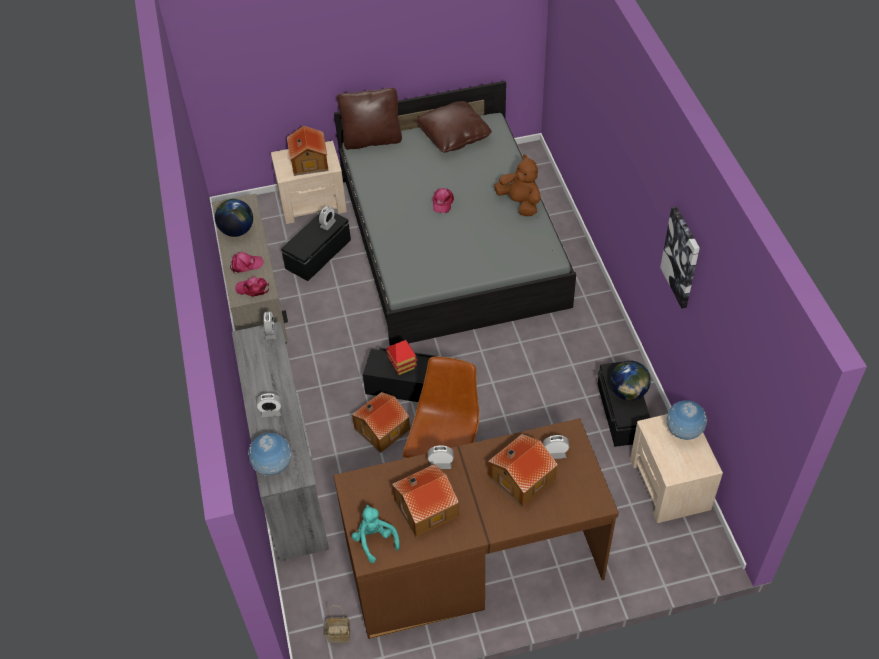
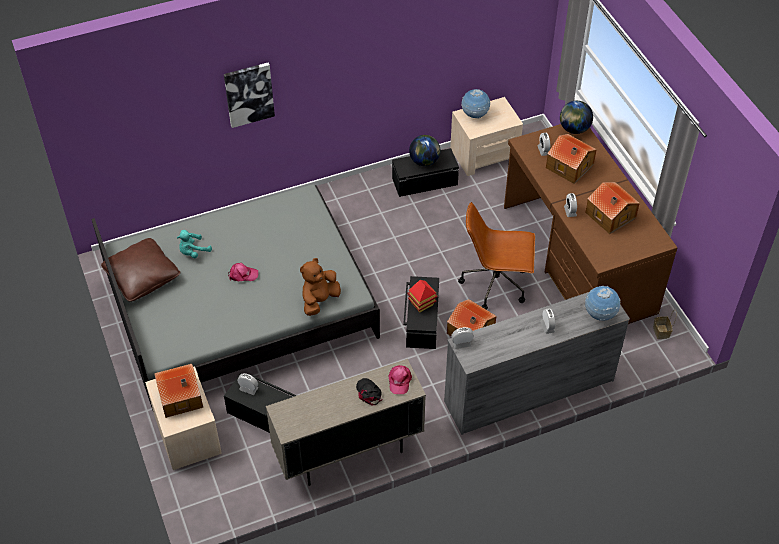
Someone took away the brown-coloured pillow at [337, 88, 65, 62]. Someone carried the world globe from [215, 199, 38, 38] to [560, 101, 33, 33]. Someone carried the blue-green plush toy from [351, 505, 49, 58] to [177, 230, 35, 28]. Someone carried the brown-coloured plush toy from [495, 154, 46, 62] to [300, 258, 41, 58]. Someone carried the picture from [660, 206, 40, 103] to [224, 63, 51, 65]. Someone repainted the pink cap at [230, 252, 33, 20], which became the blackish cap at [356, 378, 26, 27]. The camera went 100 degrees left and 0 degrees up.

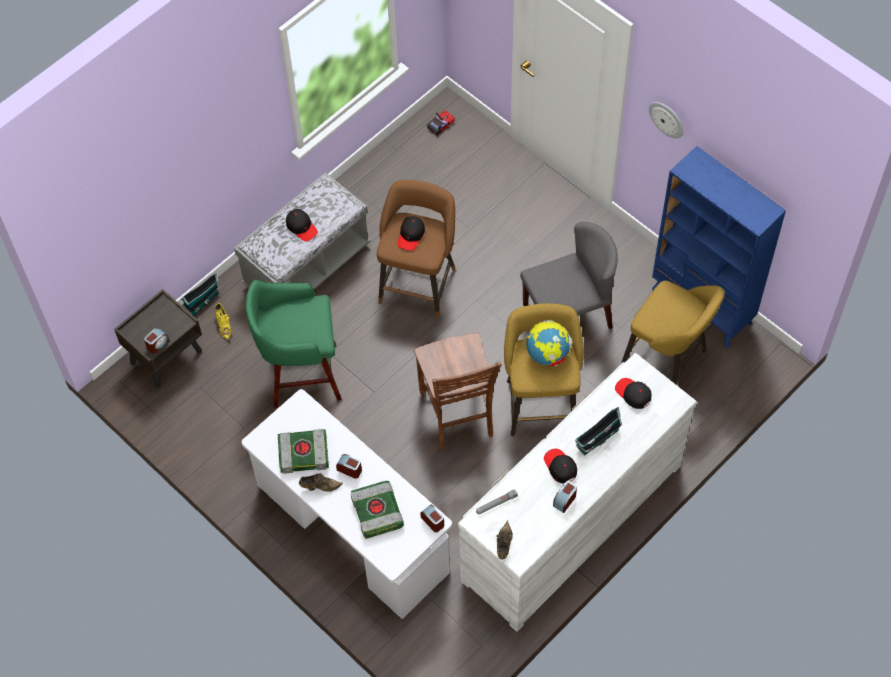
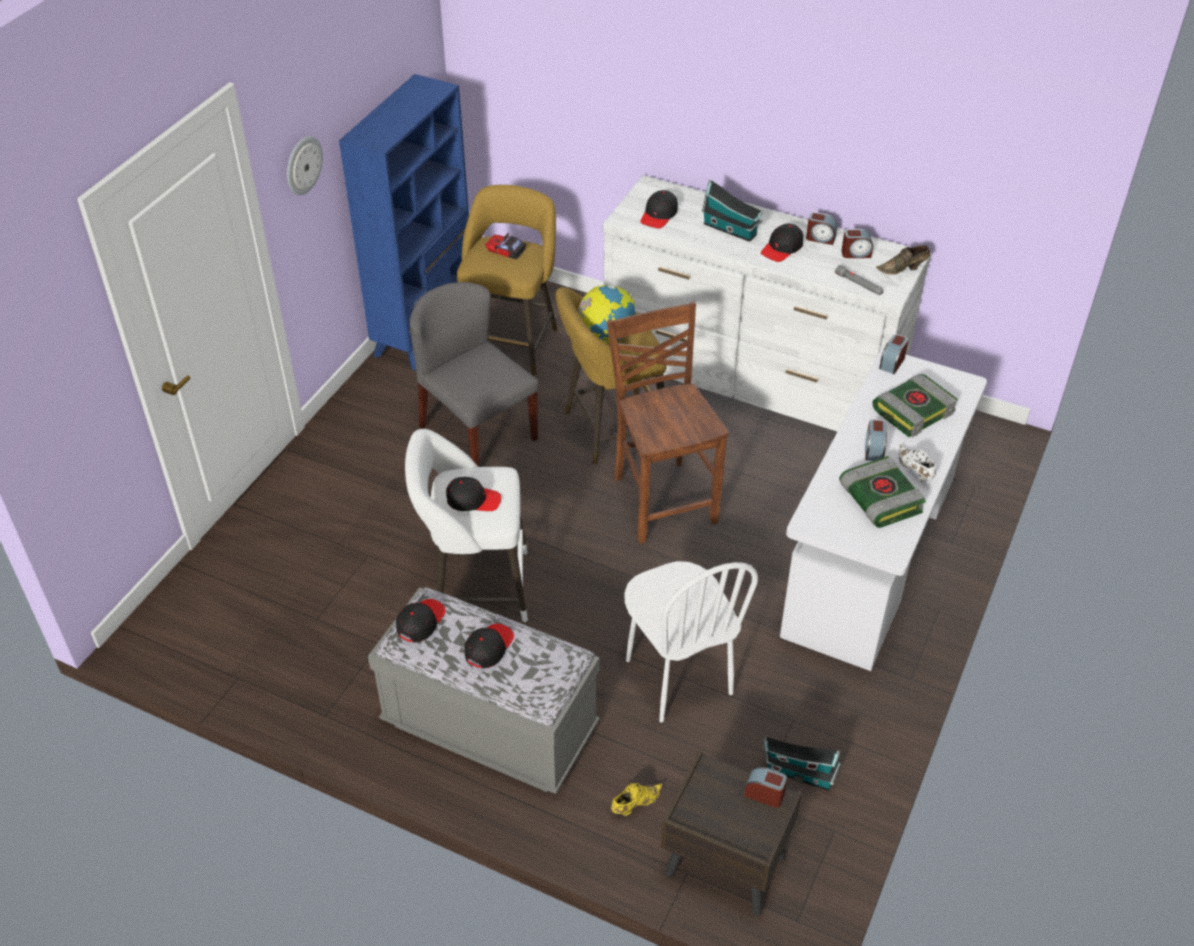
Someone put down the blackish cap at [396, 599, 50, 43]. Someone put down the bedside clock at [841, 229, 32, 29]. Someone carried the miniature house from [181, 273, 39, 43] to [763, 736, 78, 55]. Someone carried the toy car from [427, 110, 28, 25] to [485, 233, 41, 26]. Someone swapped the green-coloured stool seat at [245, 280, 96, 128] for the white-coloured upright chair at [624, 561, 134, 162]. Someone repainted the brown-coloured low shoe at [299, 473, 44, 19], which became the white-coloured low shoe at [899, 445, 37, 37]. Someone repainted the brown-coloured stool seat at [377, 180, 78, 138], which became the white-coloured stool seat at [405, 429, 123, 193]. Someone rotated the brown-coloured upright chair at [414, 333, 87, 117] by 75 degrees counterclockwise. The camera went 110 degrees left and 15 degrees down.

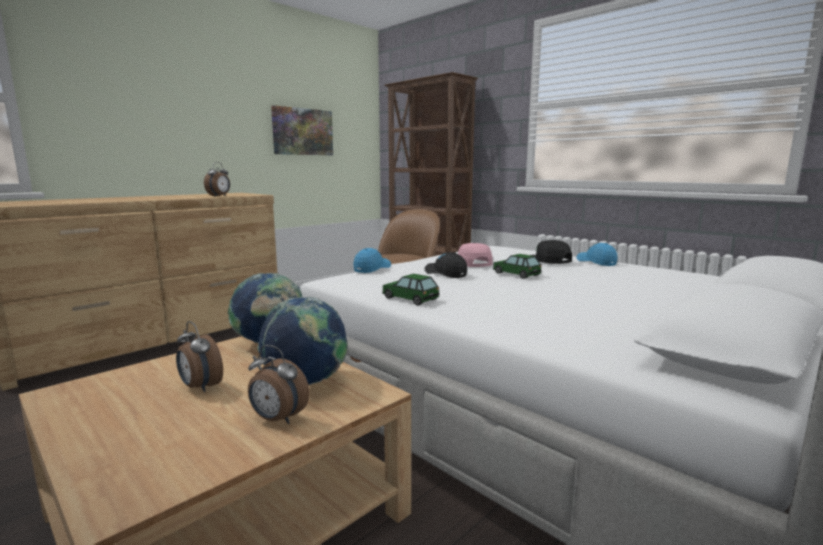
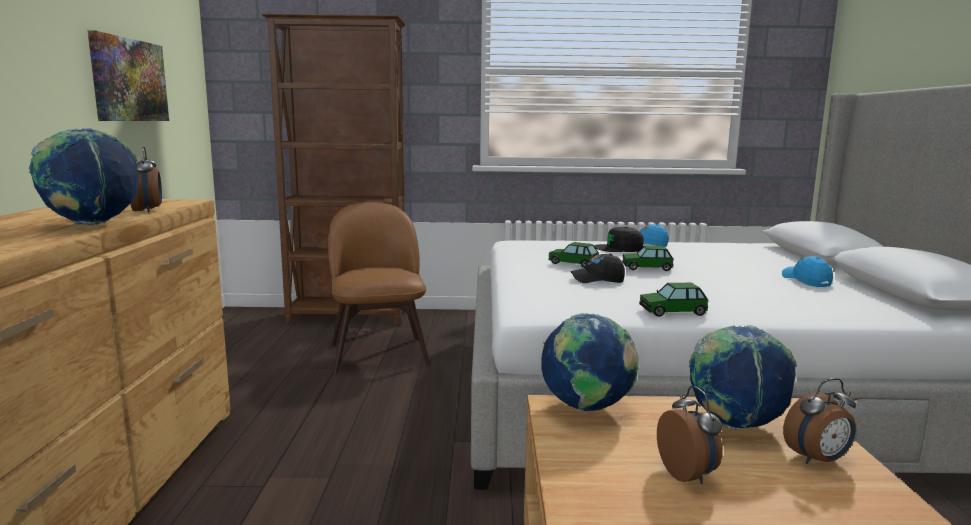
Someone put down the world globe at [29, 128, 110, 97]. Someone carried the blue cap from [353, 248, 38, 25] to [782, 256, 51, 31]. Someone swapped the pink cap at [458, 243, 34, 24] for the toy car at [548, 242, 51, 26]. Someone rotated the bedside clock at [176, 321, 47, 71] by 105 degrees counterclockwise. The camera went 45 degrees left and 0 degrees up.

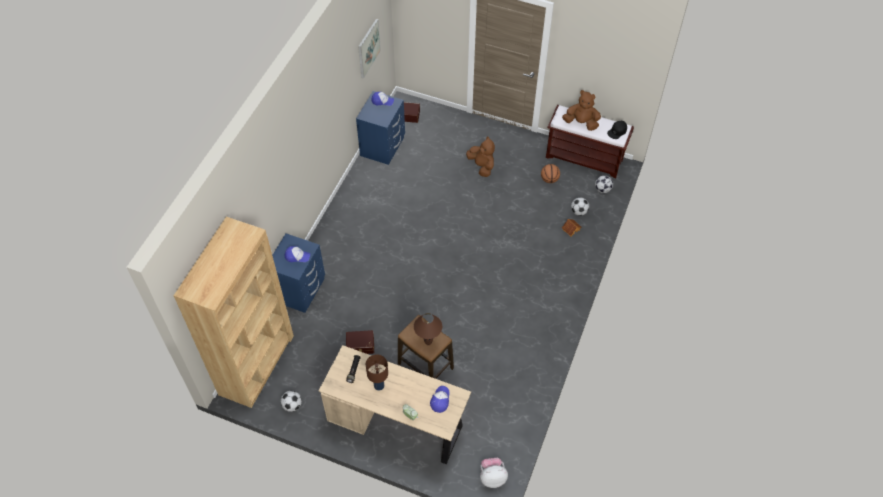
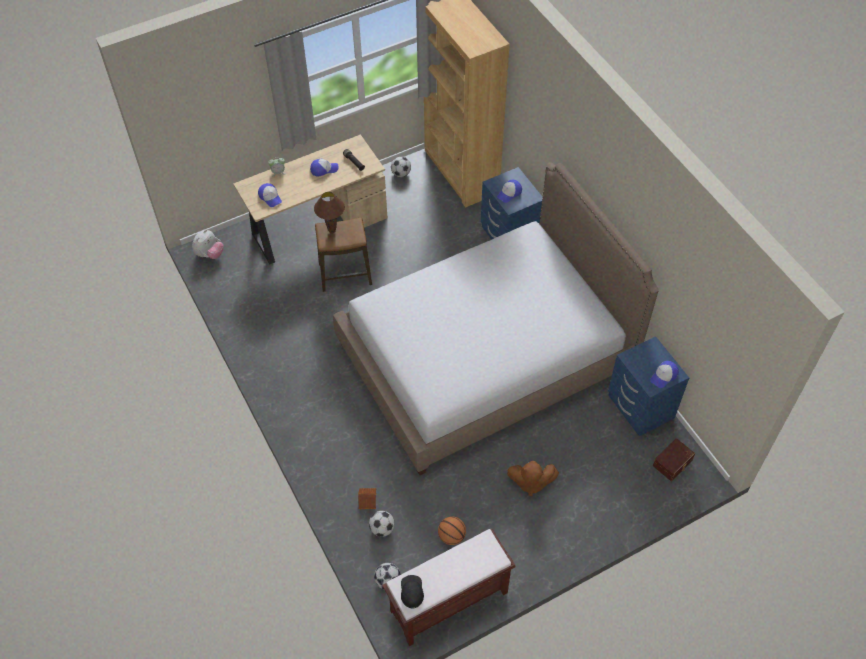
Someone took away the brown-coloured storage box at [346, 330, 28, 24]. Someone took away the picture at [358, 18, 23, 61]. Someone took away the brown-coloured plush toy at [562, 90, 39, 41]. Someone put down the bedroom bed at [333, 162, 326, 313]. Someone swapped the brown-coloured table lamp at [366, 354, 22, 37] for the cap at [310, 159, 28, 17]. The camera went 130 degrees right and 0 degrees up.

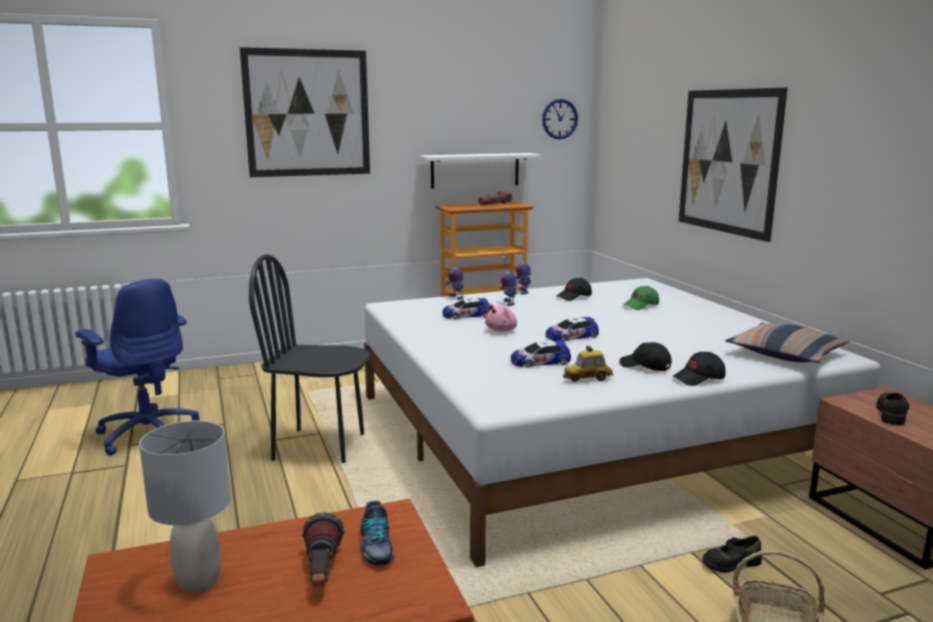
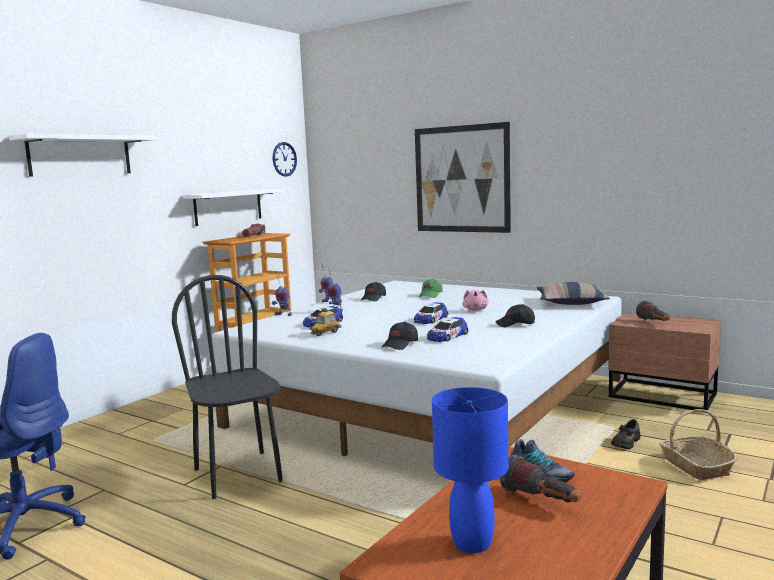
Someone carried the pink plush toy from [485, 303, 32, 29] to [462, 290, 27, 21]. Someone carried the toy car from [563, 346, 51, 35] to [310, 308, 31, 28]. Someone carried the blackish cap from [672, 352, 54, 34] to [382, 322, 36, 28]. Someone swapped the picture at [240, 47, 130, 130] for the white-coloured wall shelf at [8, 133, 148, 44]. Someone swapped the blackish low shoe at [876, 393, 33, 33] for the torch at [636, 301, 34, 20]. Someone repainted the greyish table lamp at [139, 421, 92, 172], which became the blue table lamp at [432, 387, 76, 166]. Someone rotated the blackish upright chair at [249, 254, 121, 209] by 90 degrees clockwise. The camera went 35 degrees left and 5 degrees down.

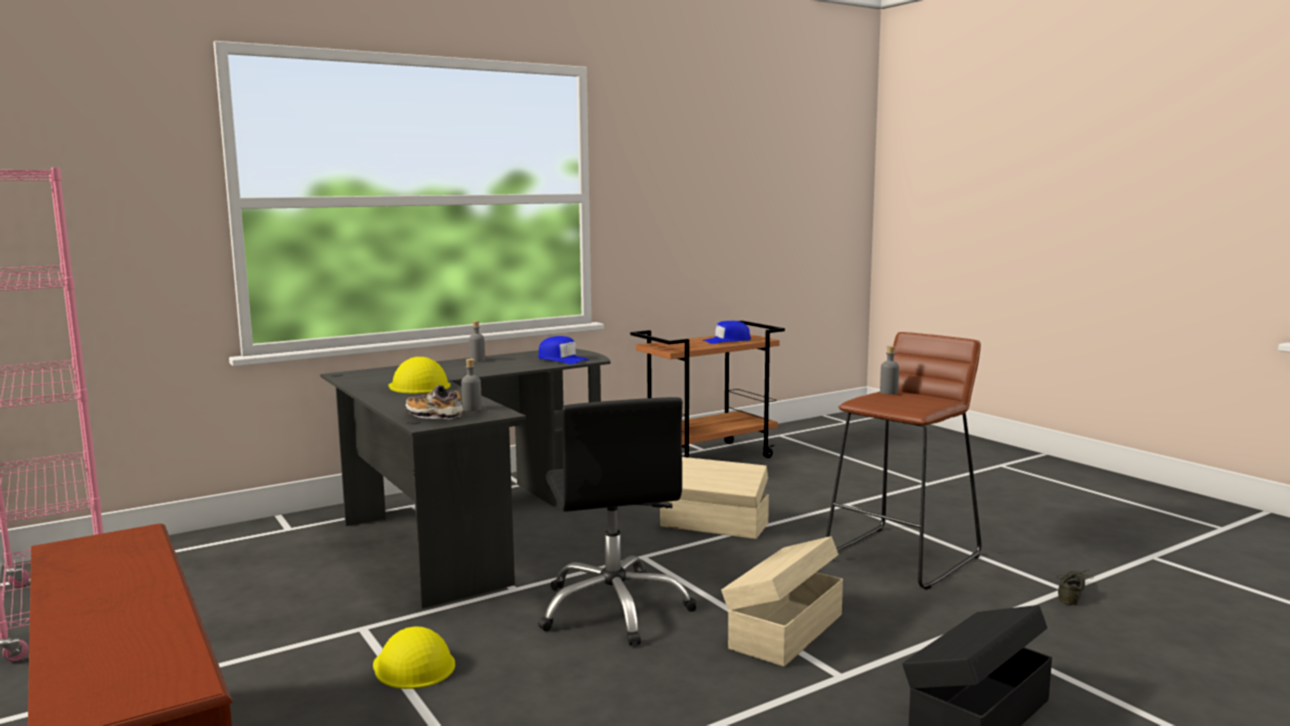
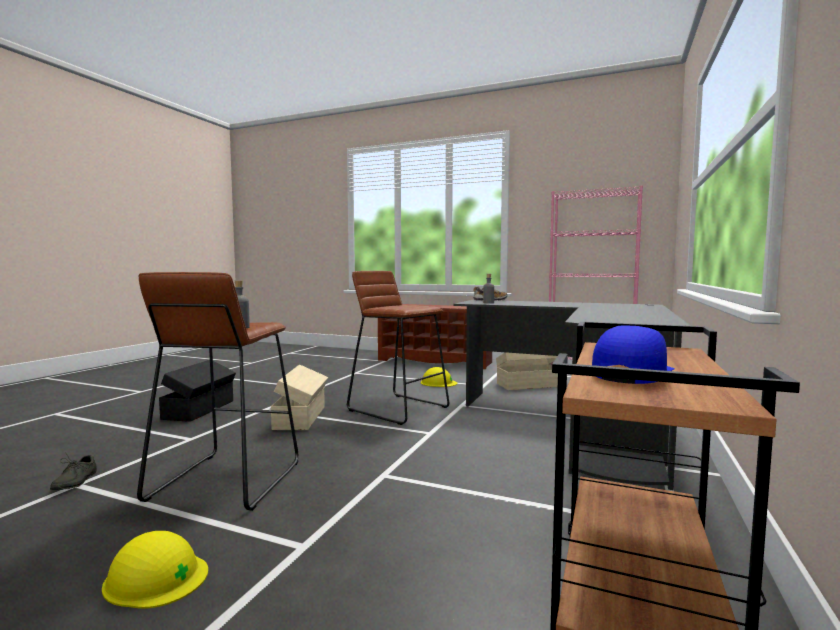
Someone took away the greyish bottle at [469, 321, 16, 41]. Someone took away the blue cap at [538, 336, 51, 28]. Someone carried the yellowish hard hat from [388, 357, 62, 36] to [102, 531, 106, 78]. Someone carried the beige storage box from [660, 457, 109, 82] to [496, 352, 62, 38]. Someone swapped the blackish desk chair at [538, 397, 159, 249] for the brown-coloured stool seat at [347, 271, 102, 154]. The camera went 145 degrees right and 5 degrees down.

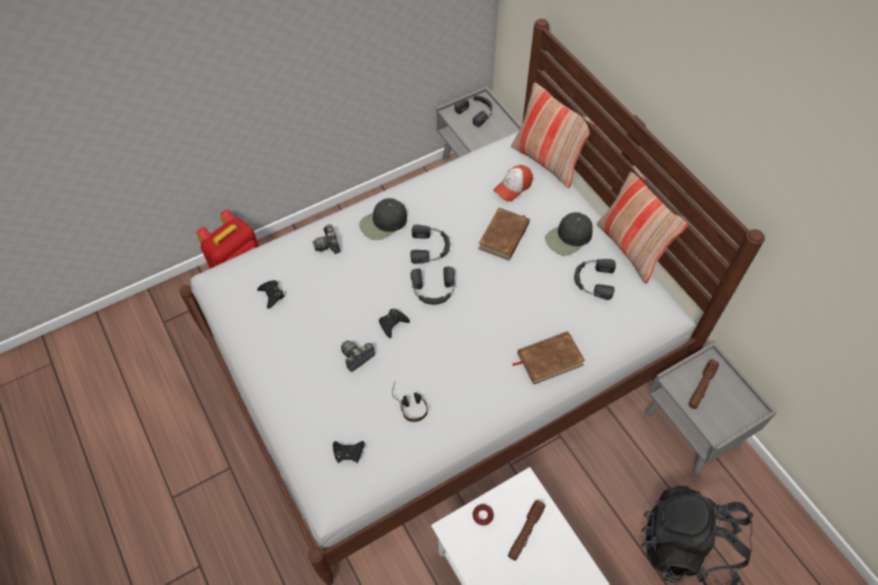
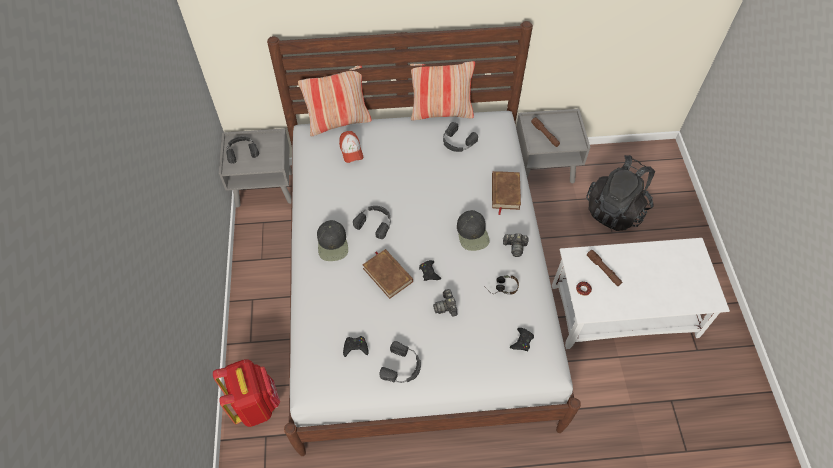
Someone carried the still camera from [313, 224, 27, 30] to [503, 233, 25, 24]. Someone carried the blackish headphones from [411, 266, 44, 39] to [379, 341, 42, 42]. Someone carried the brown-coloured book from [479, 208, 51, 53] to [362, 249, 51, 50]. Someone carried the blackish cap from [545, 212, 48, 44] to [457, 210, 33, 41]. The camera went 65 degrees left and 0 degrees up.

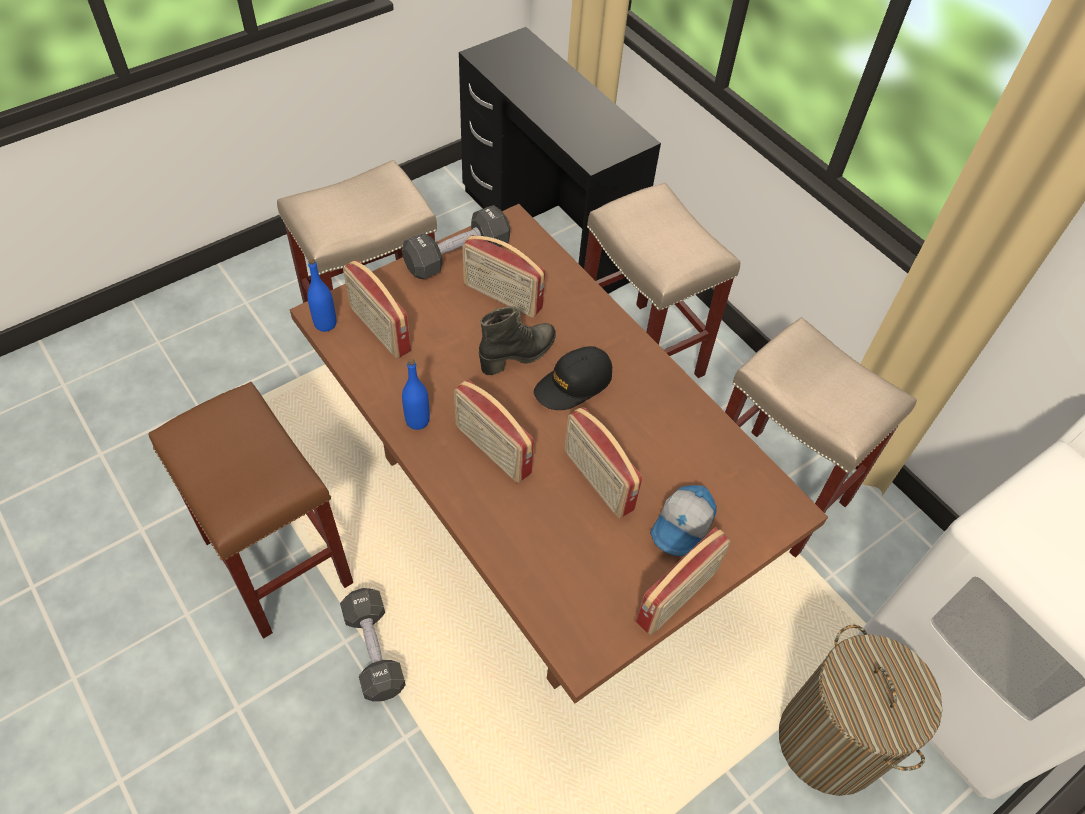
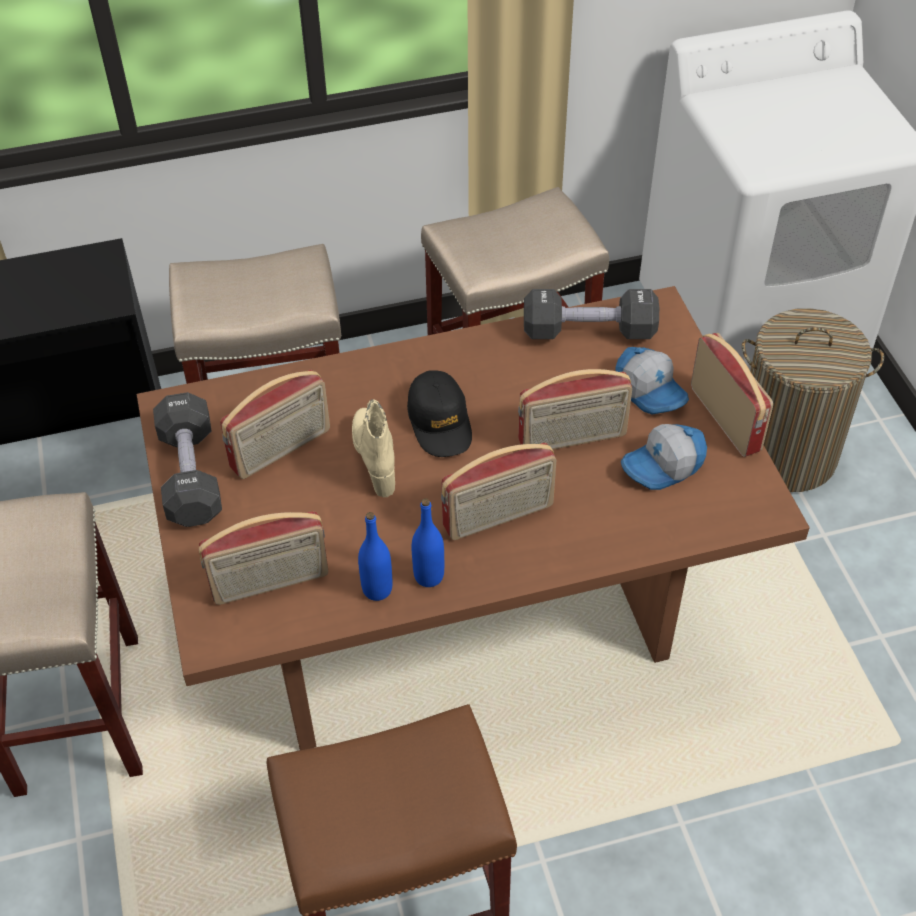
Someone put down the cap at [621, 424, 86, 66]. Someone carried the blue bottle from [307, 259, 29, 73] to [358, 512, 34, 89]. Someone carried the blackish hand weight from [340, 588, 65, 114] to [524, 289, 135, 50]. Someone repainted the blackish high-top boot at [479, 307, 77, 68], which became the beige high-top boot at [352, 399, 43, 98]. The camera went 65 degrees left and 5 degrees down.

